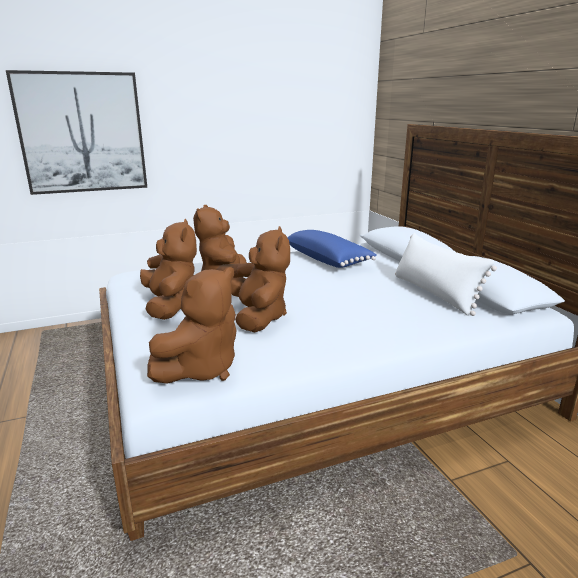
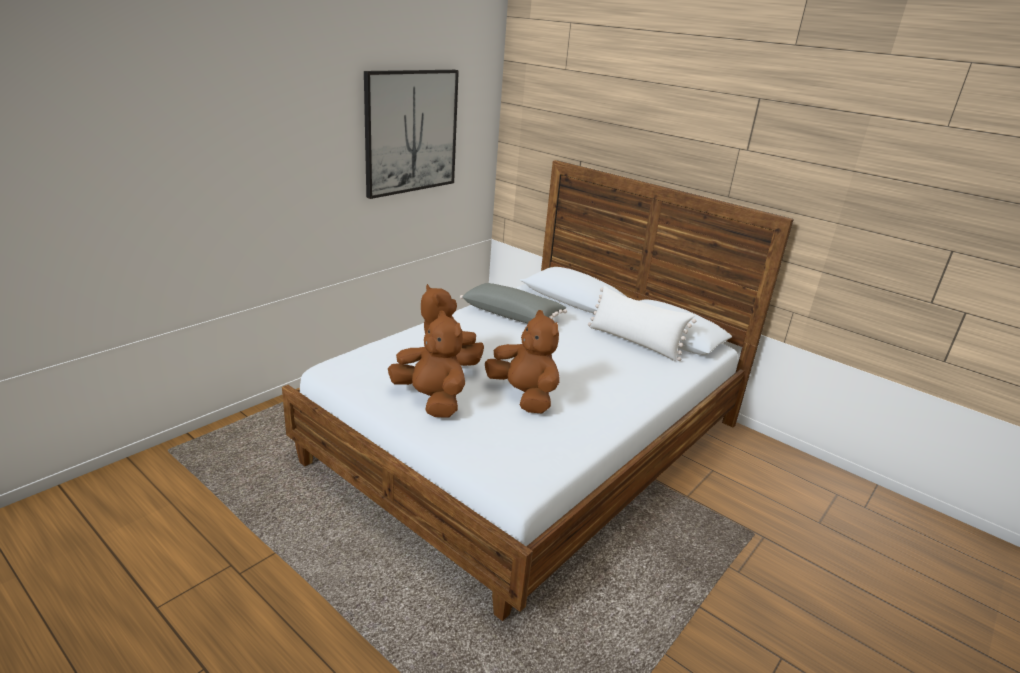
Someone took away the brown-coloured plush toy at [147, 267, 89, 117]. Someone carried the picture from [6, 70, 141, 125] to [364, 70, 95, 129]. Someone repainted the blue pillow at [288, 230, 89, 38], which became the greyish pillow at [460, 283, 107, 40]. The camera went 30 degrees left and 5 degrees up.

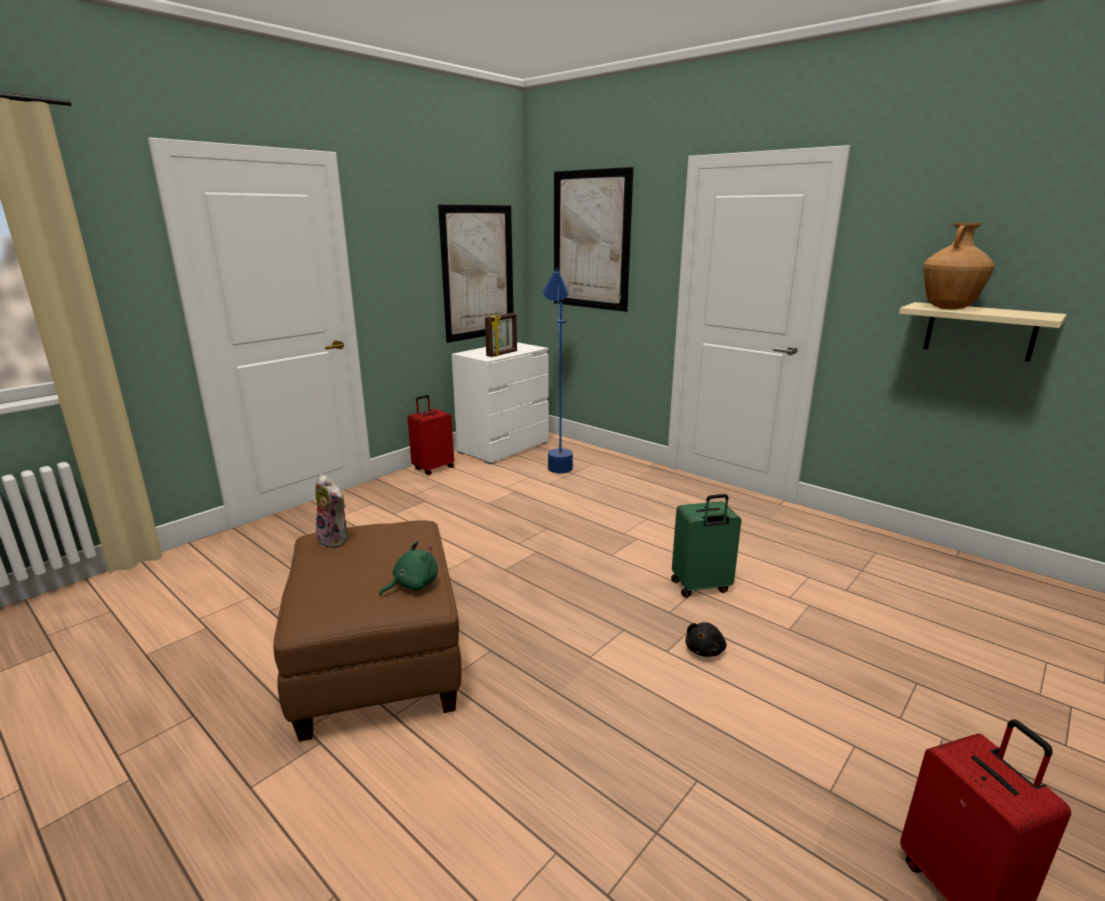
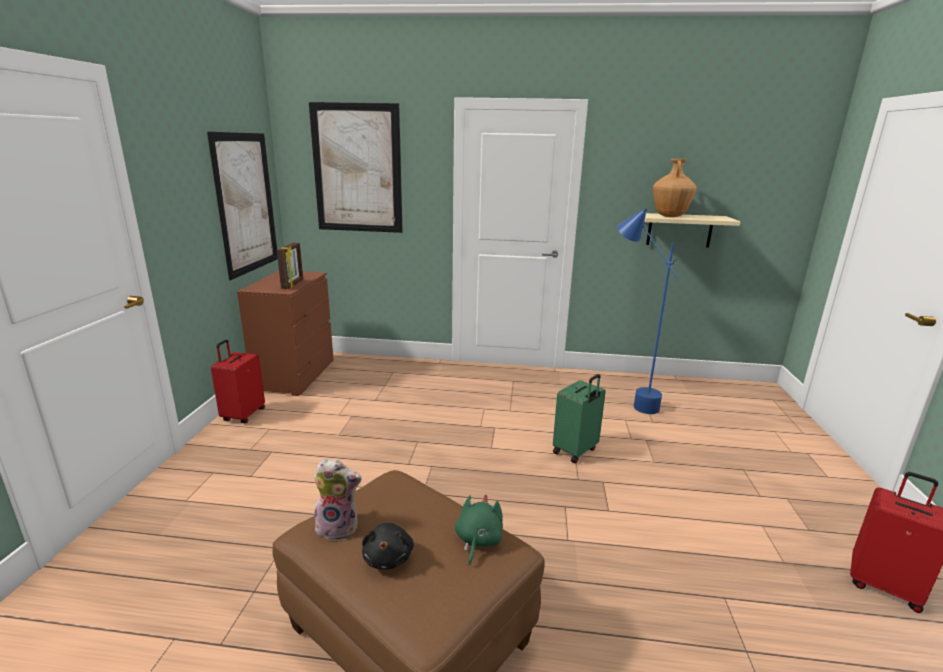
Someone carried the blue floor lamp from [543, 268, 30, 205] to [617, 208, 61, 206]. Someone carried the blackish plush toy from [685, 622, 42, 35] to [362, 523, 52, 47]. Someone repainted the white-coloured dresser at [452, 342, 97, 122], which became the brown-coloured dresser at [237, 271, 97, 125]. The camera went 35 degrees left and 0 degrees up.

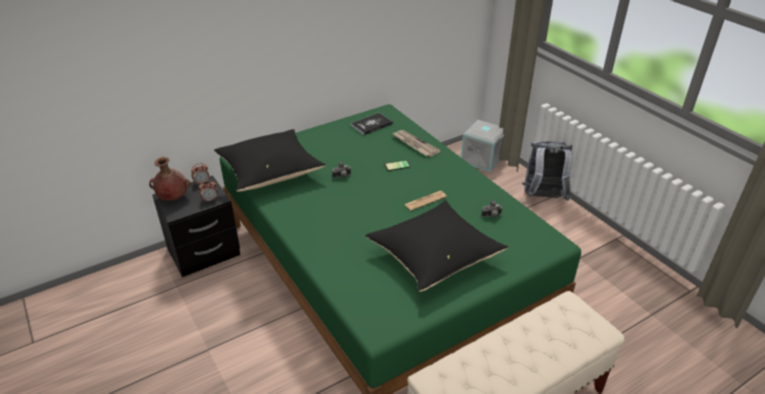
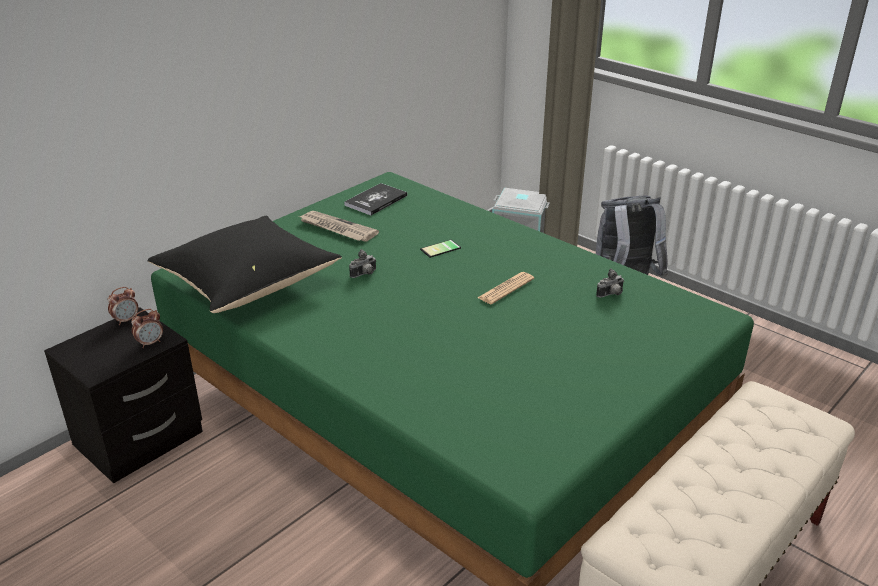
Someone took away the brown-coloured vase at [149, 157, 41, 43]. Someone took away the blackish pillow at [366, 201, 142, 91]. Someone carried the daily paper from [393, 130, 48, 27] to [299, 211, 80, 31]. The camera went 15 degrees left and 5 degrees down.

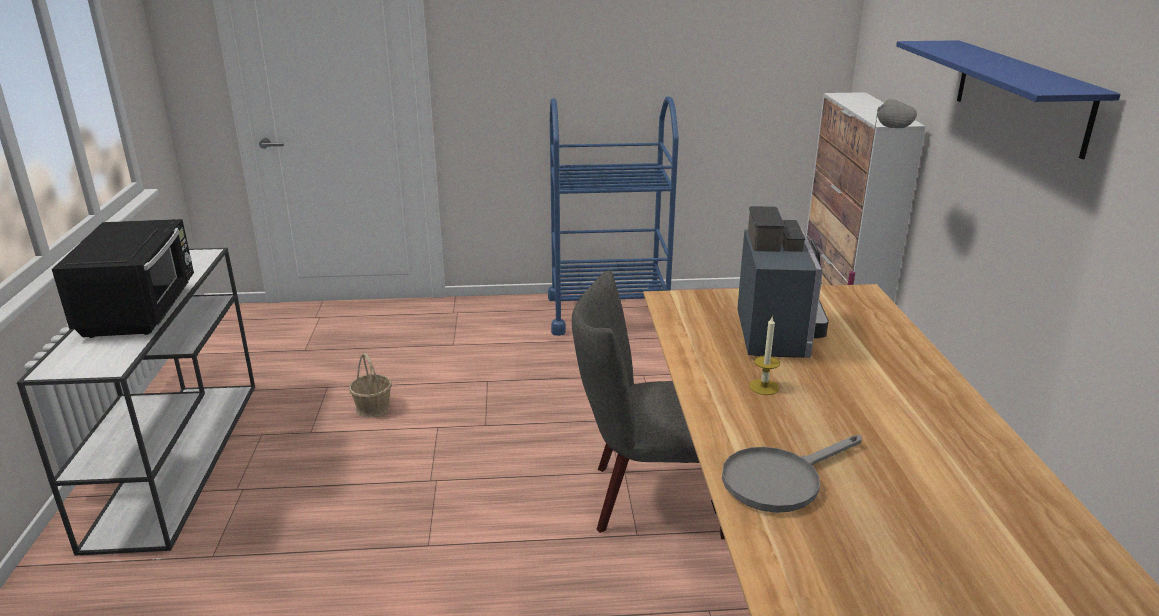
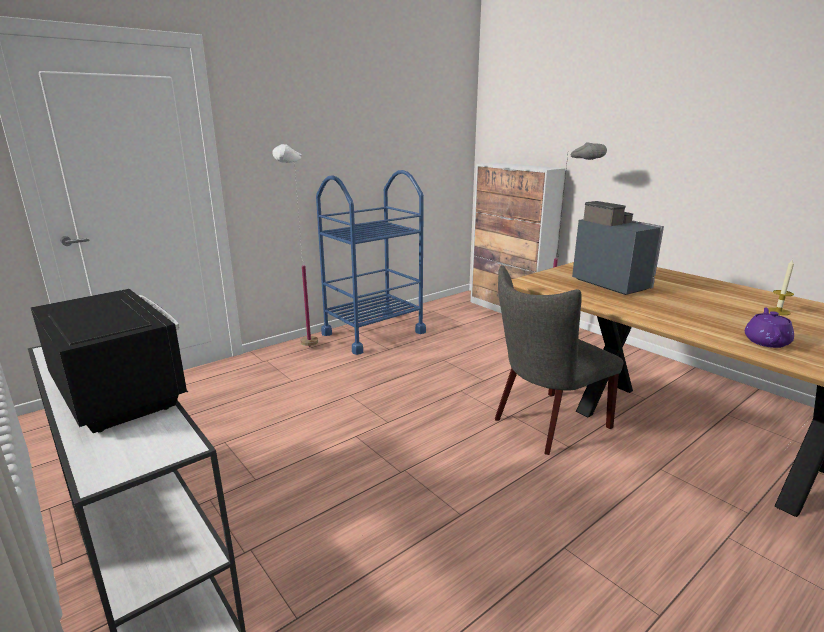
Someone took away the basket at [349, 353, 43, 64]. Someone took away the blue wall shelf at [896, 40, 225, 119]. Someone put down the white-coloured floor lamp at [272, 144, 46, 203]. Someone carried the wax candle from [749, 317, 31, 78] to [768, 259, 26, 56]. Someone swapped the greyish frying pan at [722, 435, 140, 78] for the purplish pot for tea at [745, 307, 49, 41]. The camera went 35 degrees left and 5 degrees down.

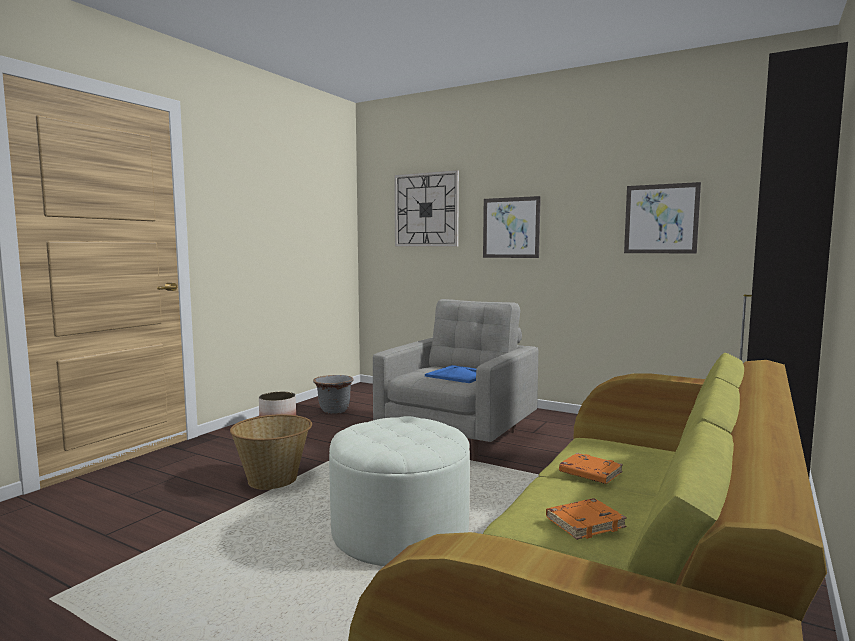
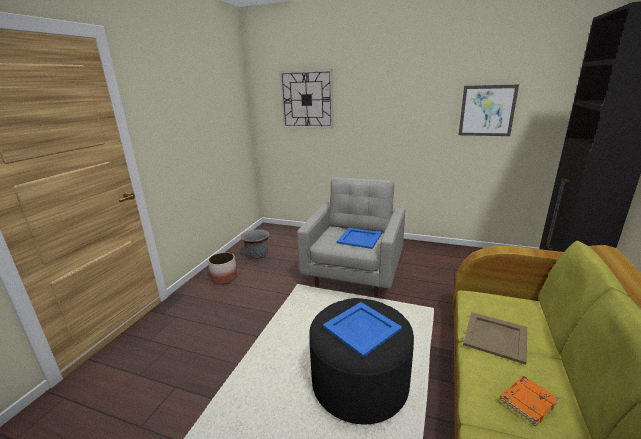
Someone took away the basket at [230, 415, 82, 75]. Someone took away the picture at [483, 196, 58, 62]. Someone put down the blue serving tray at [323, 302, 79, 56]. Someone swapped the orange-coloured book at [559, 453, 64, 31] for the beige serving tray at [463, 312, 64, 53]. Someone repainted the white-coloured footrest at [329, 416, 141, 150], which became the blackish footrest at [309, 298, 105, 126]. The camera went 10 degrees left and 15 degrees up.

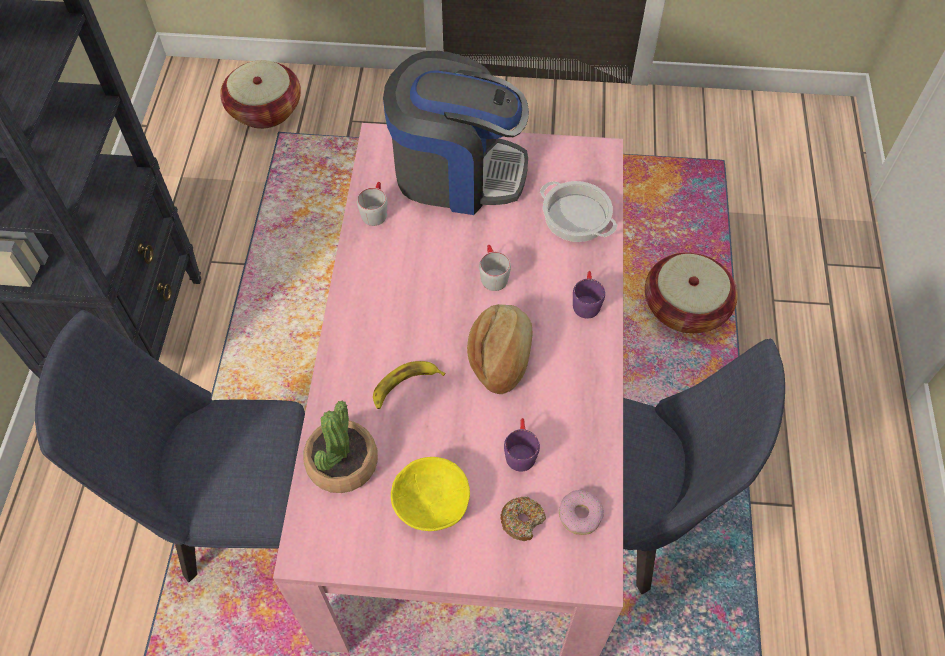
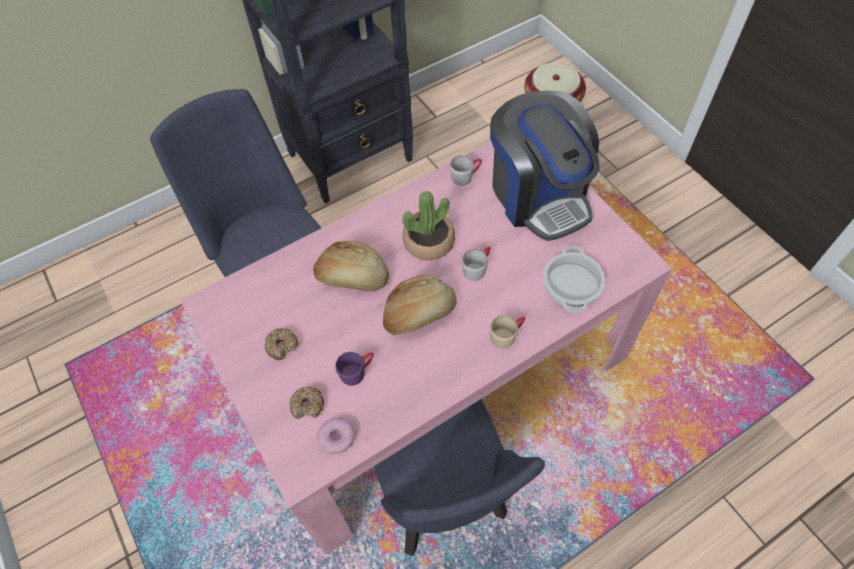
Someone took away the basket at [645, 252, 93, 81]. Someone carried the houseplant from [303, 400, 75, 93] to [402, 191, 53, 69]. Someone swapped the banana at [373, 361, 72, 48] for the bakery bread at [313, 241, 76, 50]. Someone swapped the yellowish serving bowl at [391, 457, 79, 74] for the donut at [265, 328, 33, 32]. Someone repainted the purplish coffee mug at [573, 271, 32, 48], which became the beige coffee mug at [490, 315, 35, 34]. The camera went 55 degrees right and 0 degrees up.

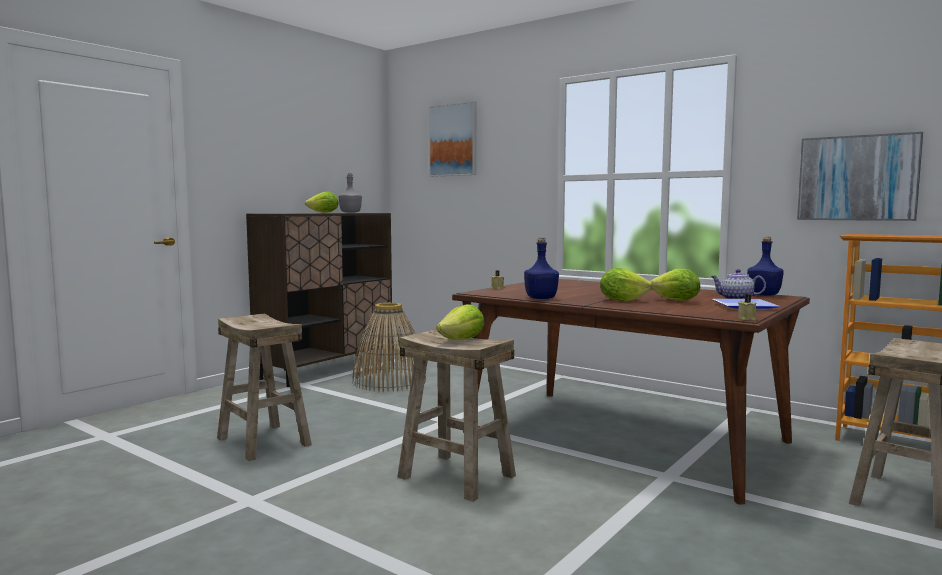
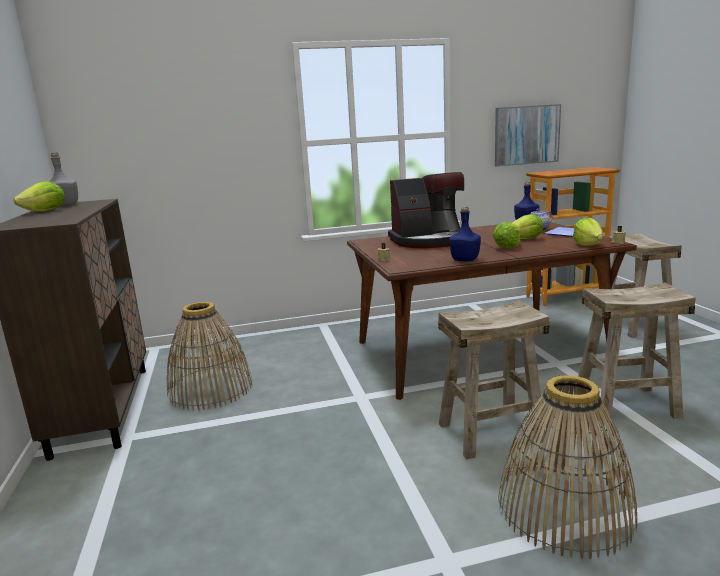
Someone took away the picture at [429, 101, 48, 76]. Someone put down the coffee machine at [388, 172, 76, 76]. Someone put down the basket at [498, 375, 139, 184]. Someone carried the beige stool seat from [217, 314, 95, 147] to [578, 283, 118, 140]. Someone carried the head of lettuce from [436, 304, 48, 36] to [573, 218, 30, 28]. The camera went 50 degrees left and 10 degrees up.

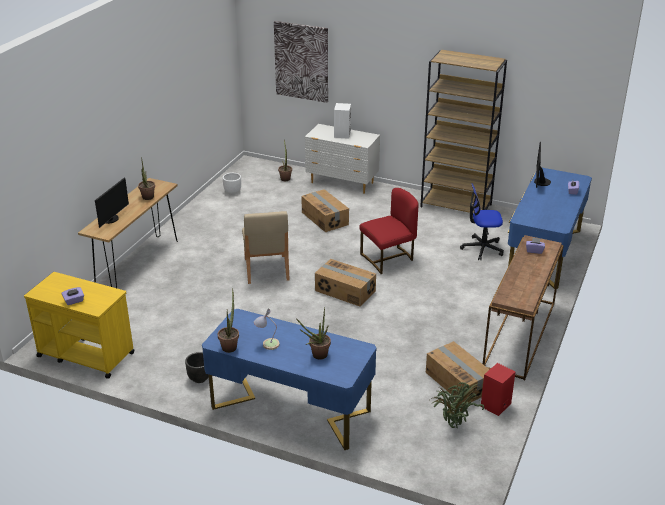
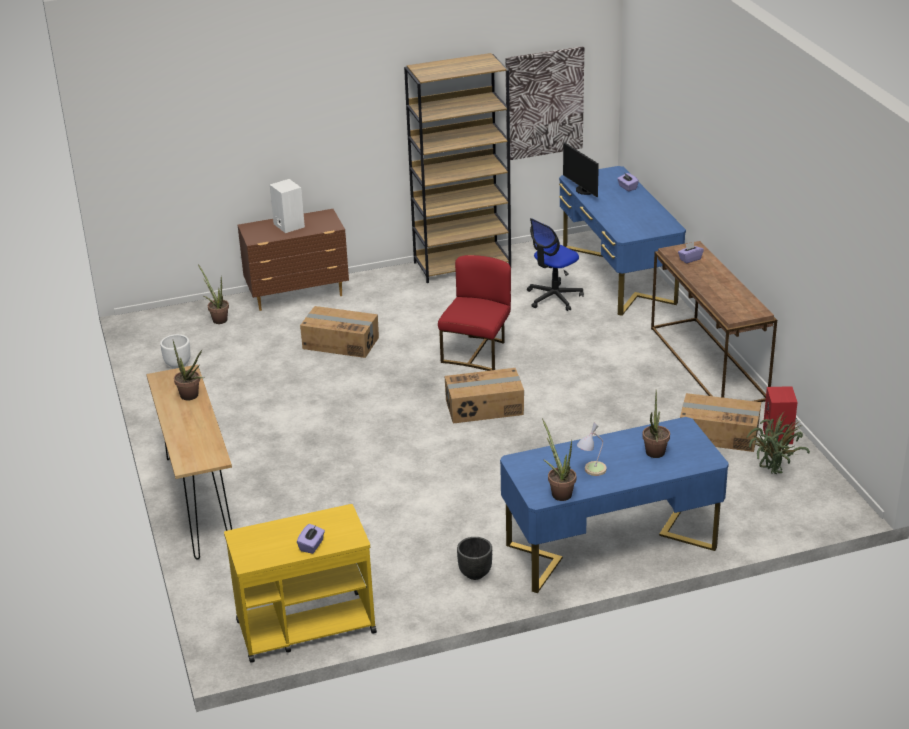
Someone took away the monitor at [95, 177, 34, 51]. Someone took away the beige upright chair at [242, 211, 48, 73]. Someone carried the picture from [274, 21, 54, 82] to [506, 46, 78, 114]. Someone repainted the white-coloured dresser at [305, 124, 75, 70], which became the brown-coloured dresser at [238, 209, 111, 102]. The camera went 40 degrees left and 0 degrees up.

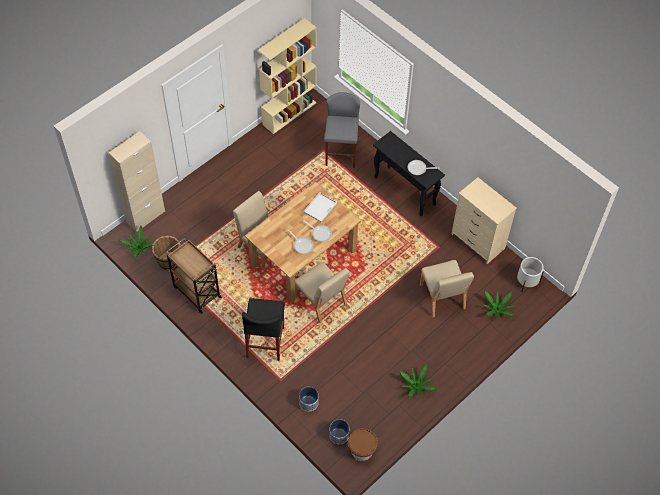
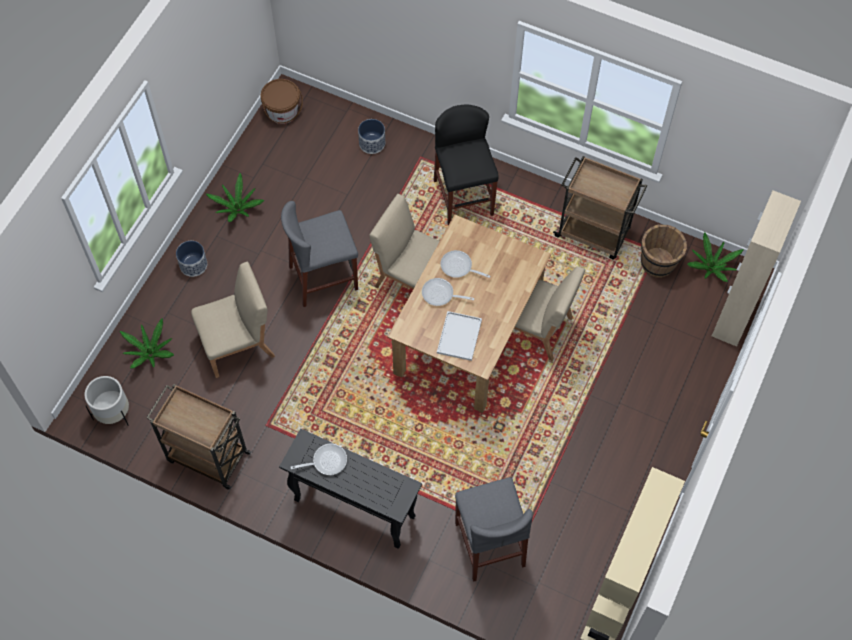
Someone put down the greyish stool seat at [281, 201, 77, 106]. Someone carried the planter from [329, 419, 20, 25] to [176, 241, 31, 36]. Someone swapped the beige dresser at [451, 177, 66, 87] for the brown-coloured cart at [146, 384, 106, 106]. Someone rotated the beige upright chair at [420, 260, 54, 57] by 105 degrees clockwise. The camera went 160 degrees right and 5 degrees up.

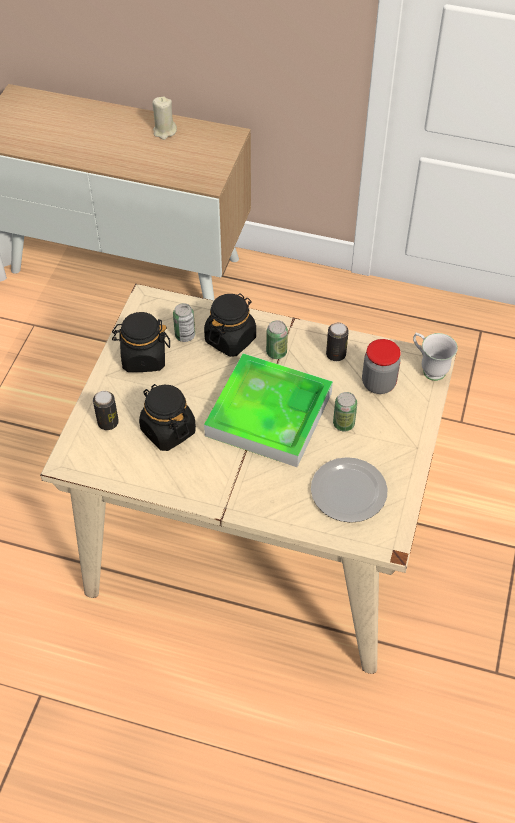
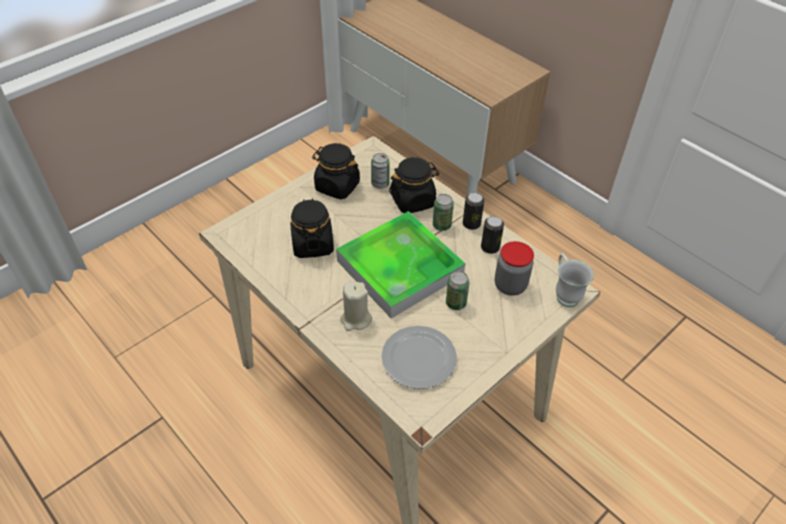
Someone carried the metal can from [93, 391, 26, 39] to [463, 192, 21, 38]. Someone carried the beige wax candle from [152, 96, 25, 44] to [340, 281, 32, 50]. The camera went 30 degrees right and 5 degrees down.

